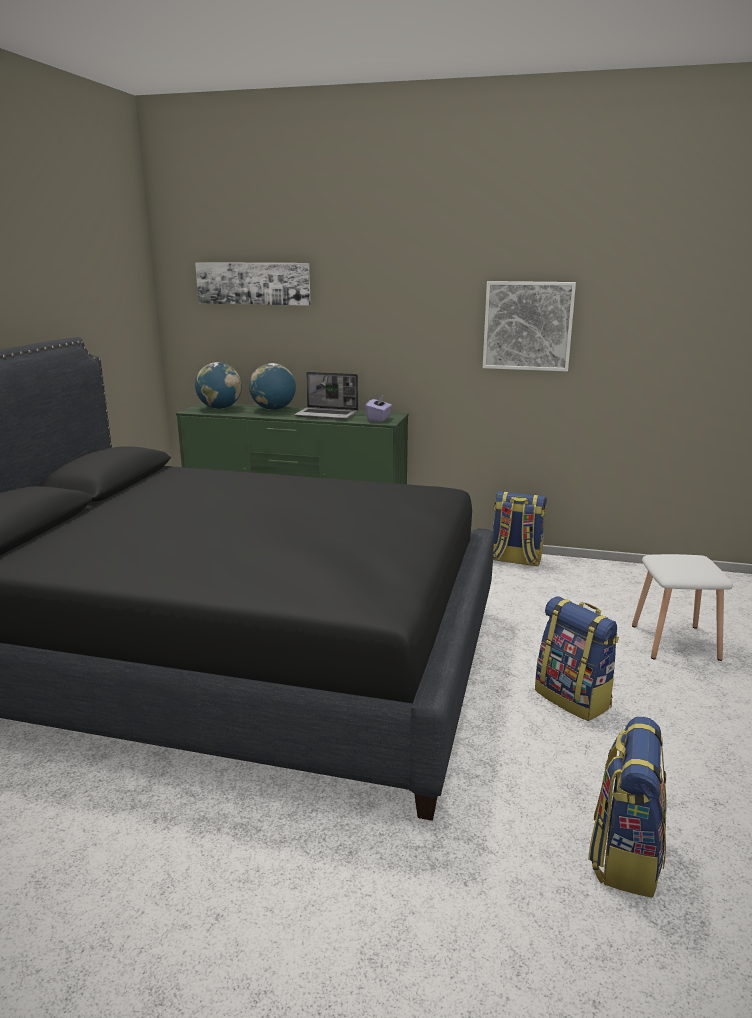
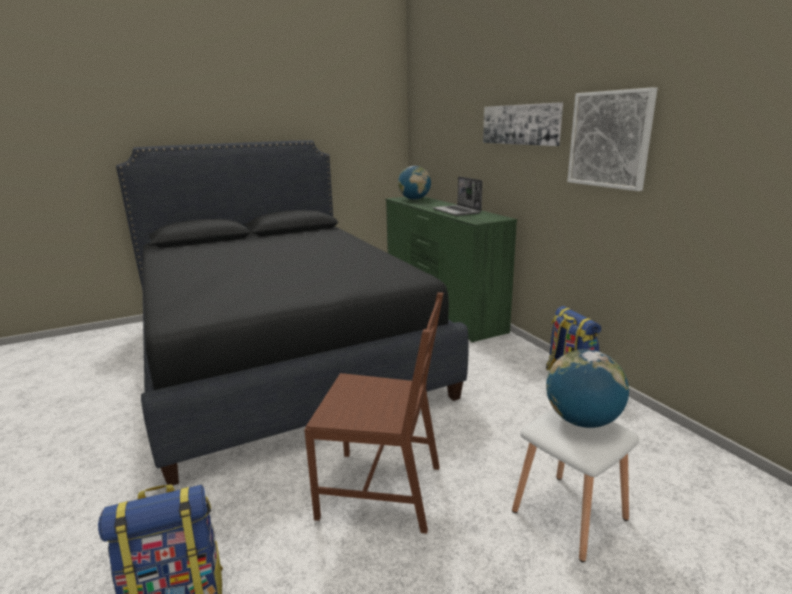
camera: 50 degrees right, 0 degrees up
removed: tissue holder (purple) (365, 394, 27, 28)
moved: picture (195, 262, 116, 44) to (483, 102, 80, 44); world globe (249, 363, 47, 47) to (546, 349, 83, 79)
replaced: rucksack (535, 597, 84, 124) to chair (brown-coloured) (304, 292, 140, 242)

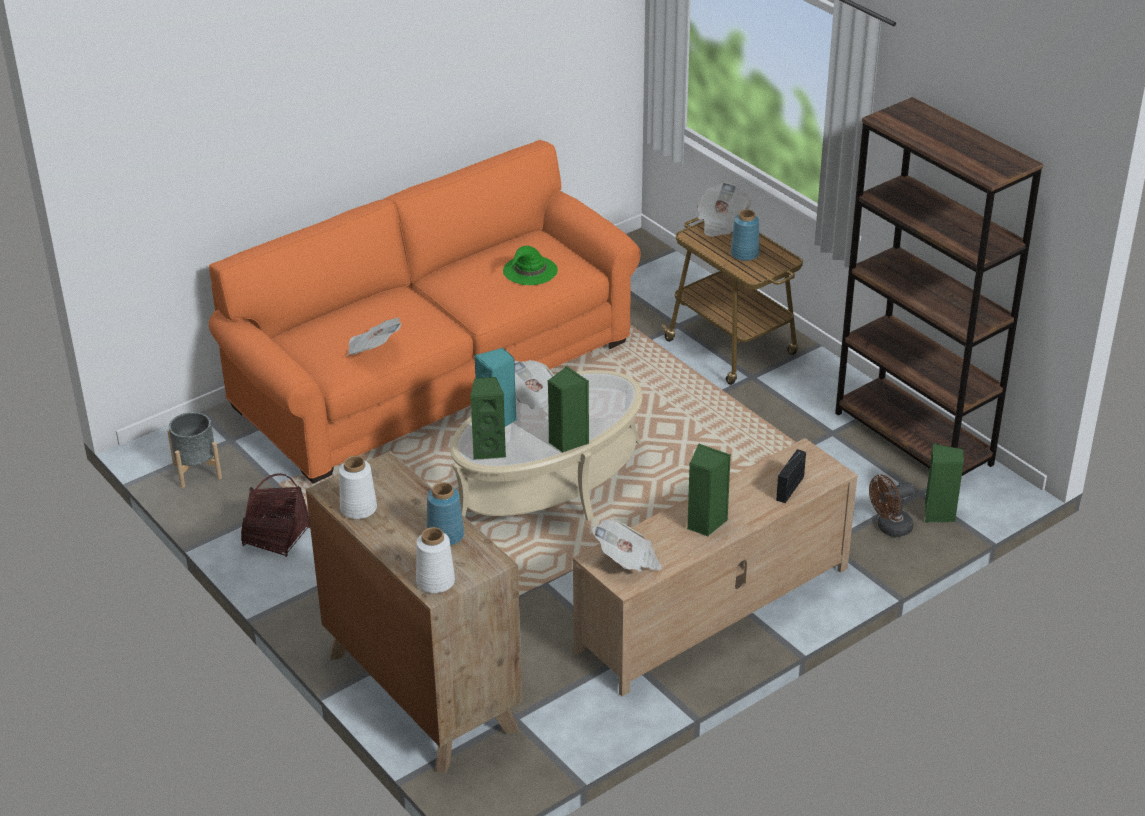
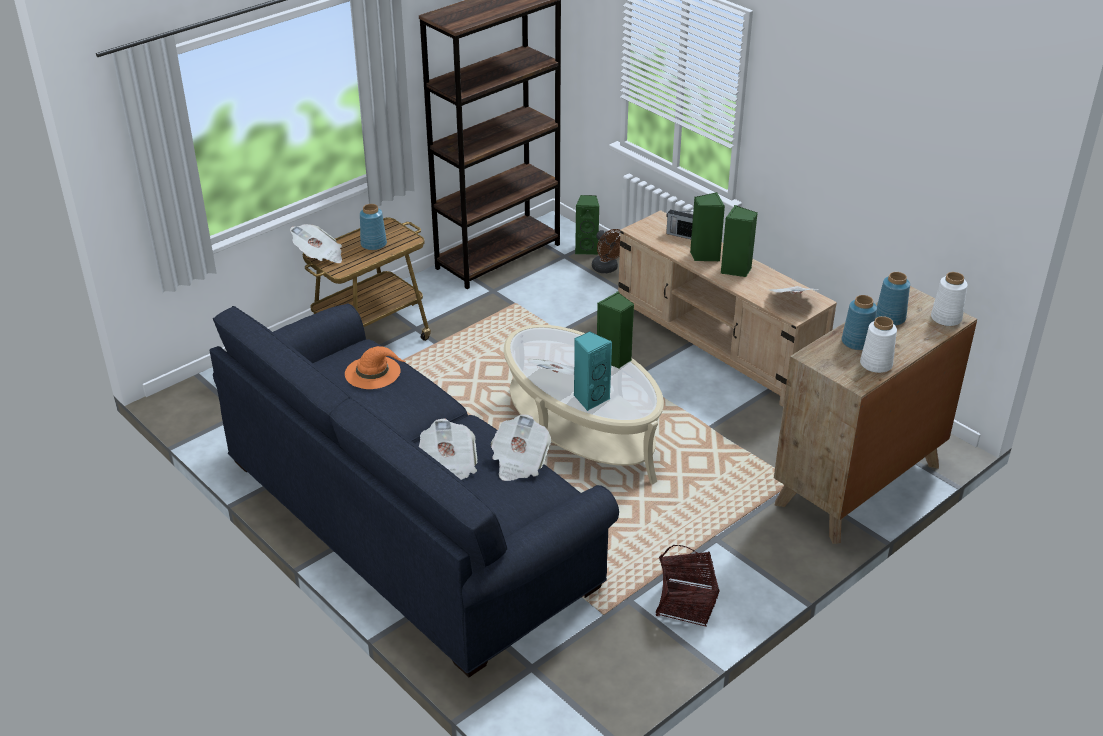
camera: 95 degrees left, 0 degrees up
removed: planter (gray) (167, 412, 55, 76)
added: newspaper (419, 419, 58, 61); vase (blue-coloured) (842, 295, 35, 55)
moved: loudspeaker (greenish) (470, 377, 36, 83) to (690, 192, 35, 70)
recoloured: settee (orange) (209, 140, 432, 344) to settee (blue-coloured) (210, 303, 409, 374); wearable hat (greenish) (503, 246, 55, 39) to wearable hat (orange) (345, 346, 61, 43)

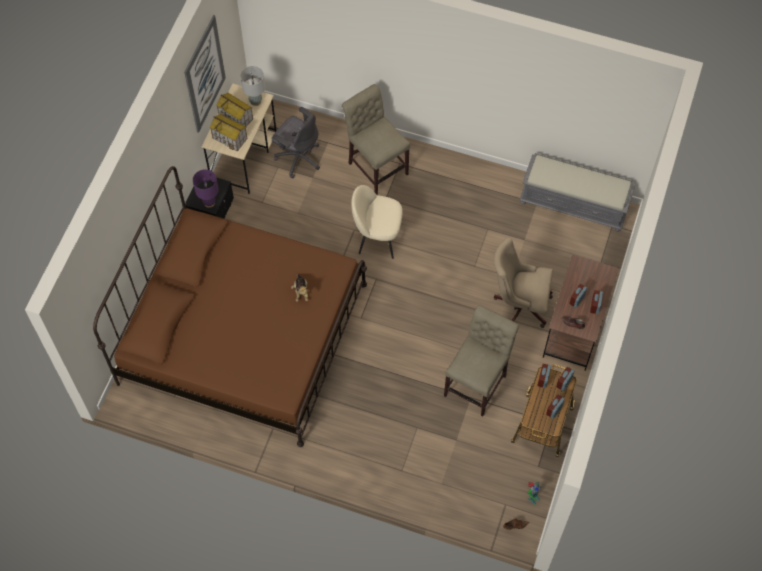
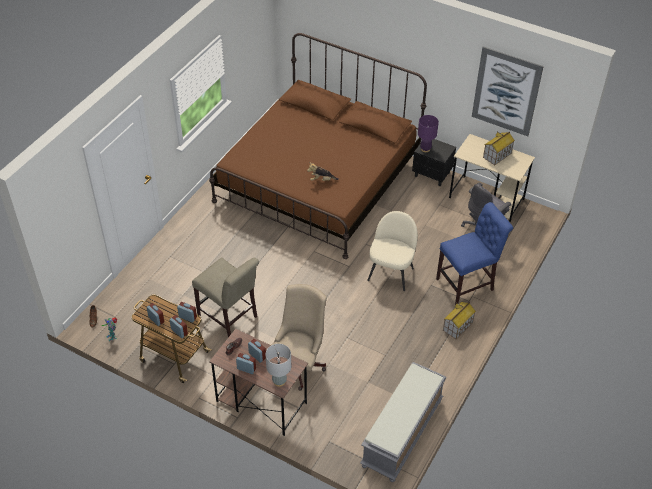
camera: 100 degrees right, 15 degrees down
moved: lamp for a table (gray) (240, 66, 25, 40) to (266, 344, 25, 43); toy house (210, 114, 37, 38) to (443, 302, 33, 37)
recoloured: chair (beige-coloured) (342, 84, 68, 111) to chair (blue-coloured) (436, 202, 77, 103)

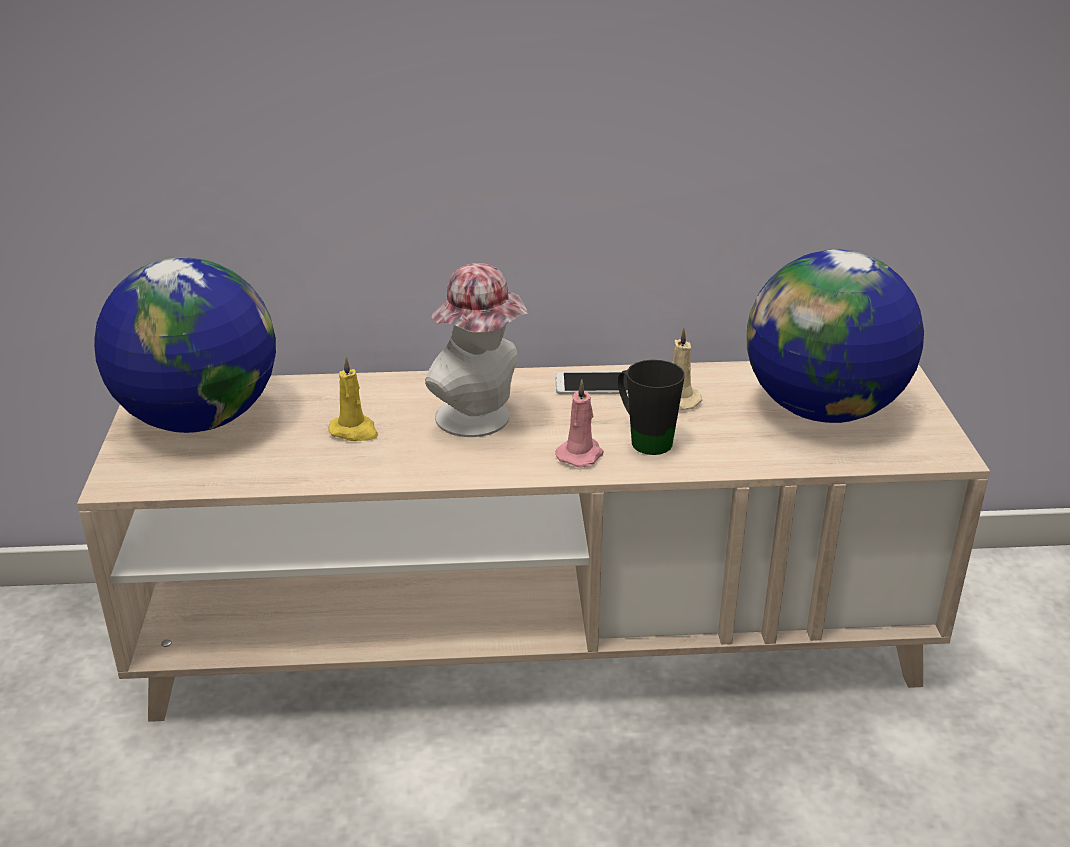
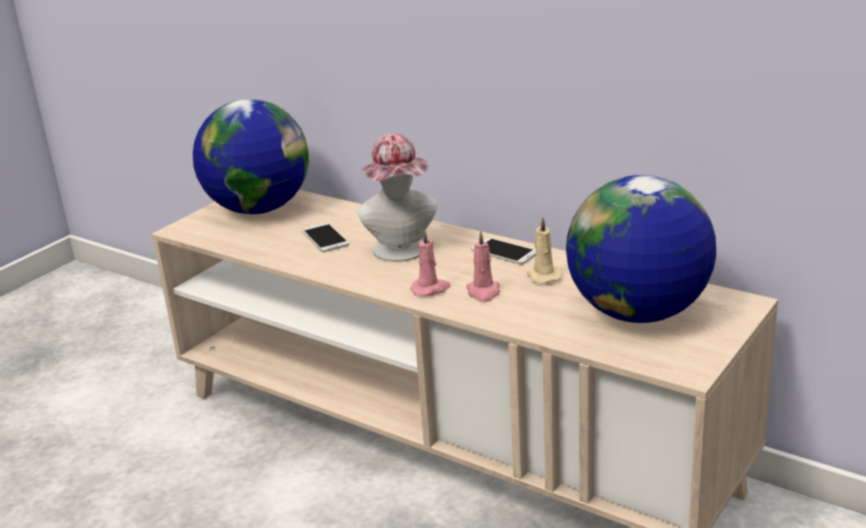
camera: 40 degrees right, 5 degrees down
replaced: candle (yellow) (328, 357, 50, 84) to telephone (302, 222, 47, 30); coffee mug (black) (618, 360, 67, 95) to candle (pinkish) (466, 231, 34, 71)

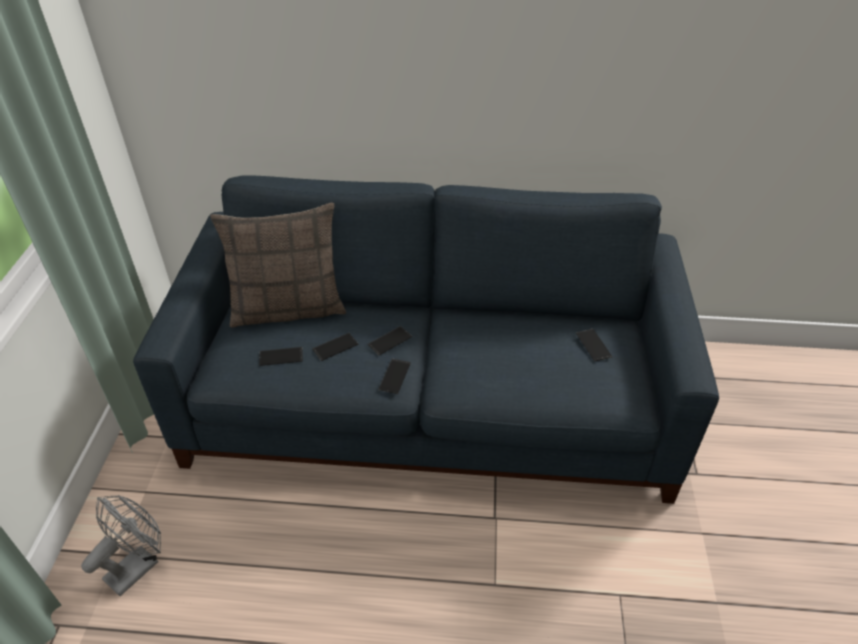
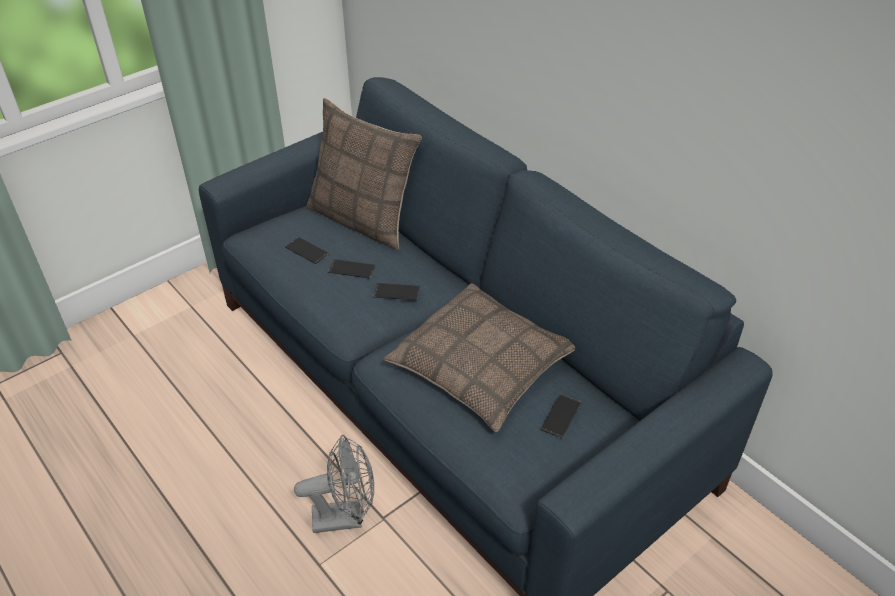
camera: 45 degrees right, 0 degrees up
removed: telephone (378, 358, 33, 36)
added: cushion (384, 283, 191, 149)
moved: fan (gray) (81, 495, 80, 101) to (294, 435, 80, 98)

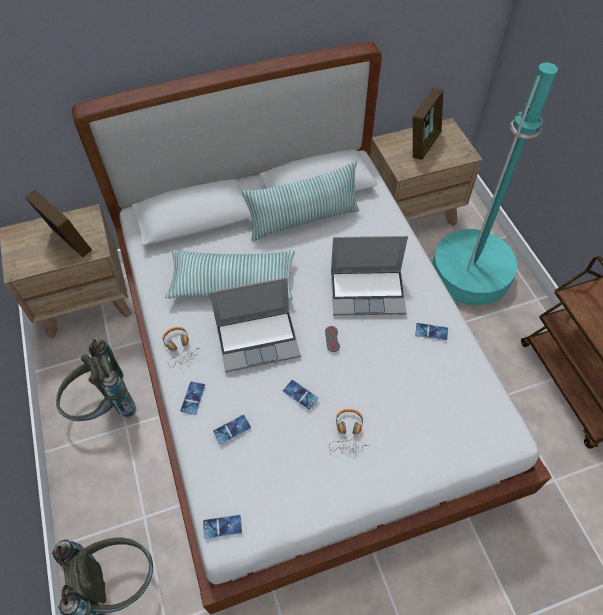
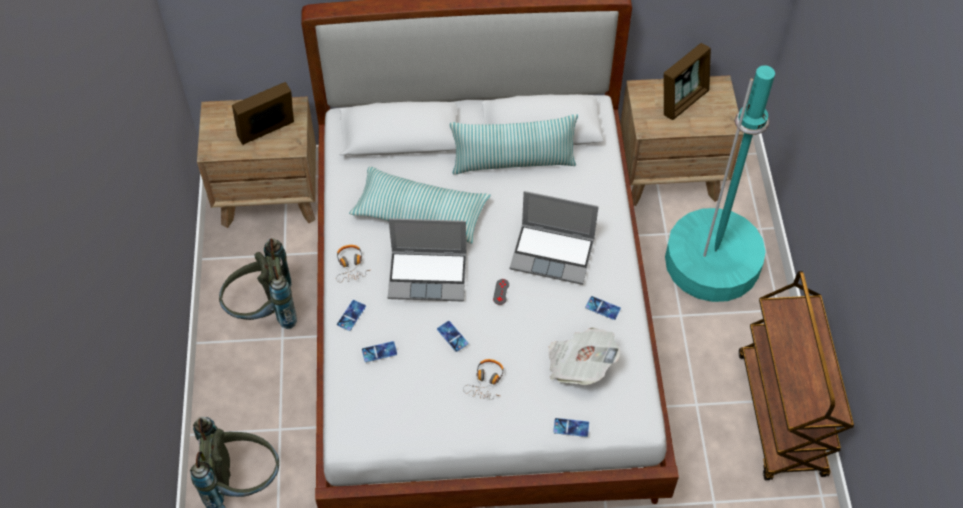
camera: 15 degrees right, 0 degrees up
added: newspaper (548, 327, 72, 58)
moved: telephone (203, 515, 39, 24) to (553, 418, 36, 19)
turned: picture frame (25, 189, 67, 68) = (232, 82, 62, 63) 90 degrees counterclockwise

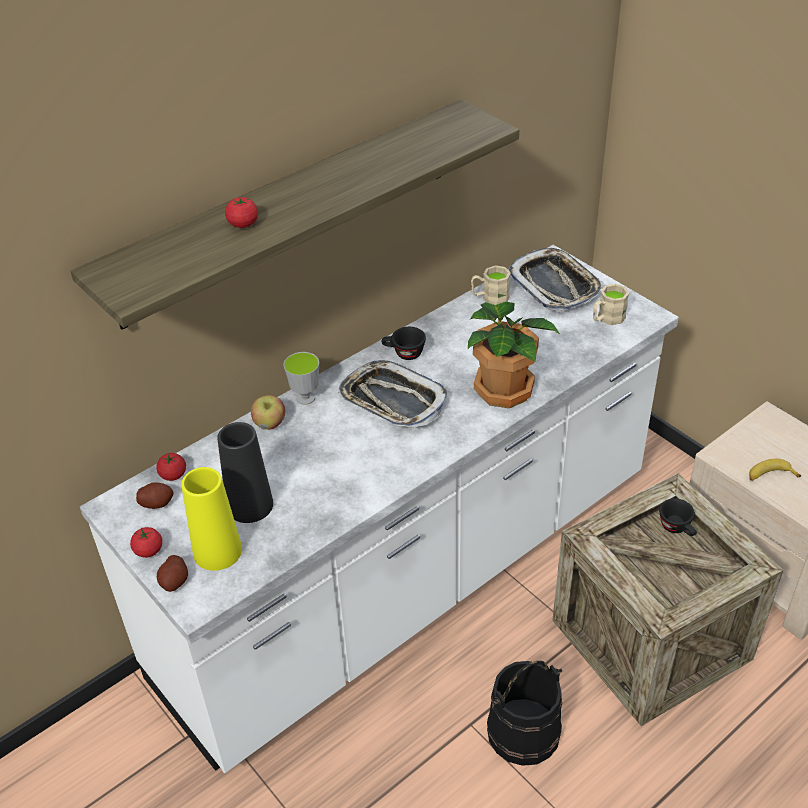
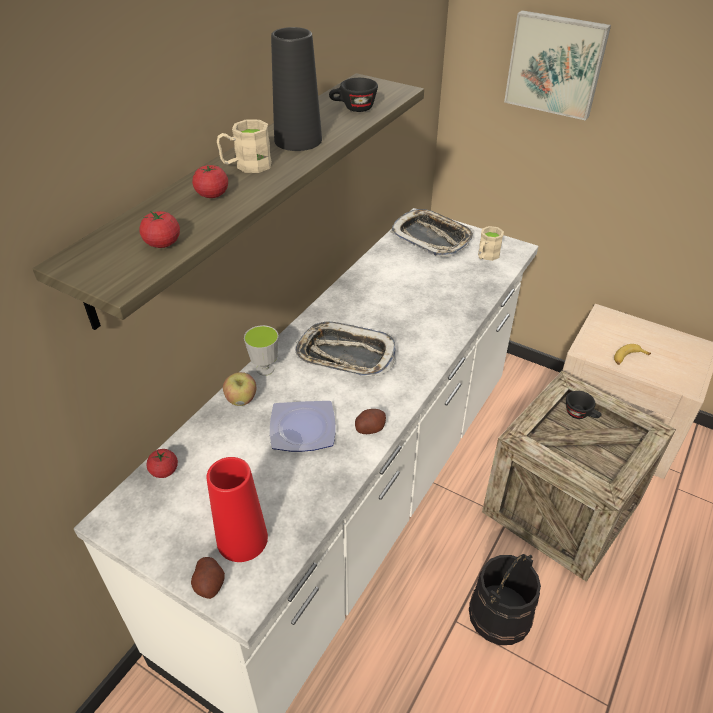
camera: 20 degrees left, 0 degrees up
removed: houseplant (468, 302, 92, 106)
added: flat dish (270, 401, 66, 51); picture (504, 10, 107, 111)
moved: tomato (130, 527, 32, 31) to (139, 211, 41, 37); coffee mug (beige-coloured) (471, 265, 40, 40) to (217, 119, 55, 54); vase (black) (217, 422, 56, 101) to (271, 27, 51, 124); small cup (black) (381, 327, 45, 33) to (329, 78, 49, 34); potato (136, 482, 38, 27) to (355, 409, 31, 25)
recoloured: vase (yellow) (181, 467, 61, 104) to vase (red) (207, 457, 61, 105)

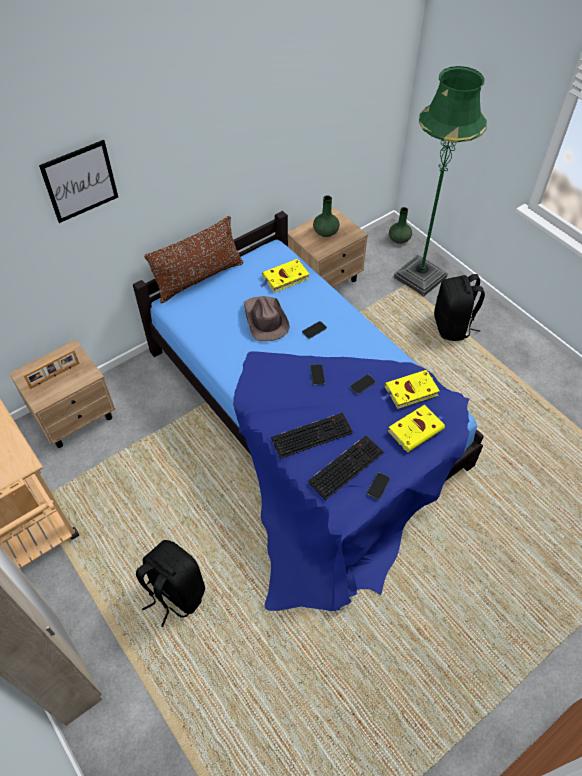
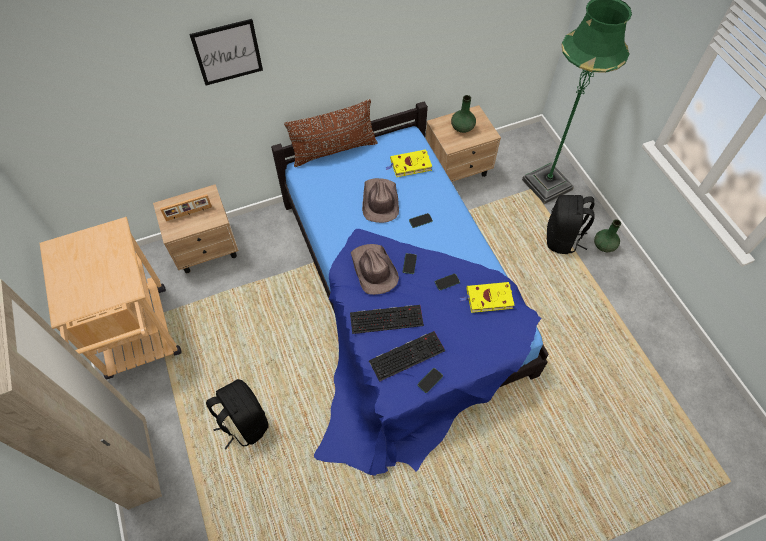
camera: 15 degrees right, 5 degrees up
removed: book (yellow) (388, 405, 57, 47)
added: wearable hat (brown-coloured) (351, 244, 48, 51)
moved: vase (greenish) (389, 207, 23, 37) to (594, 219, 27, 33)

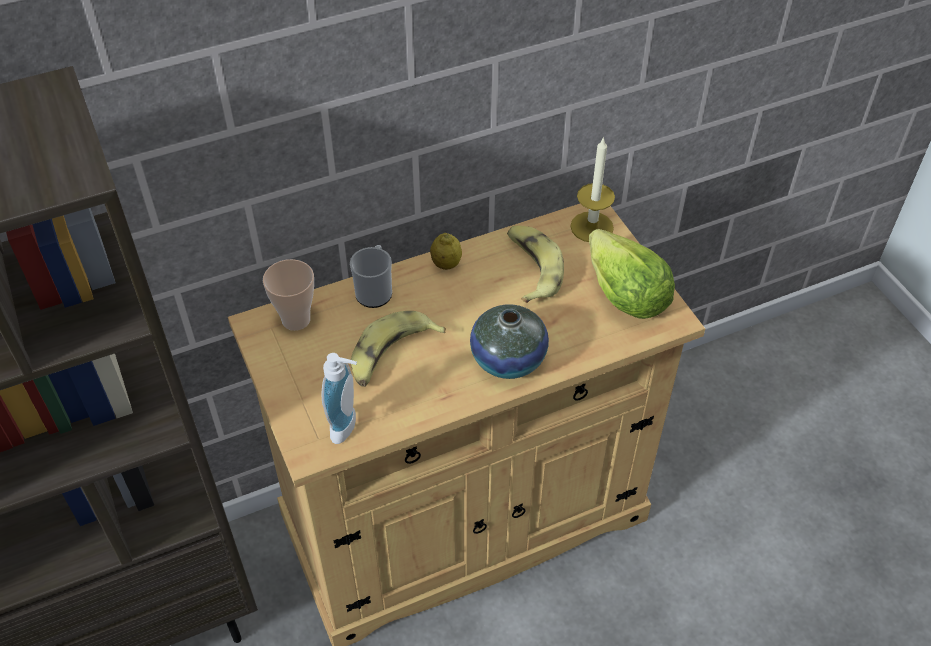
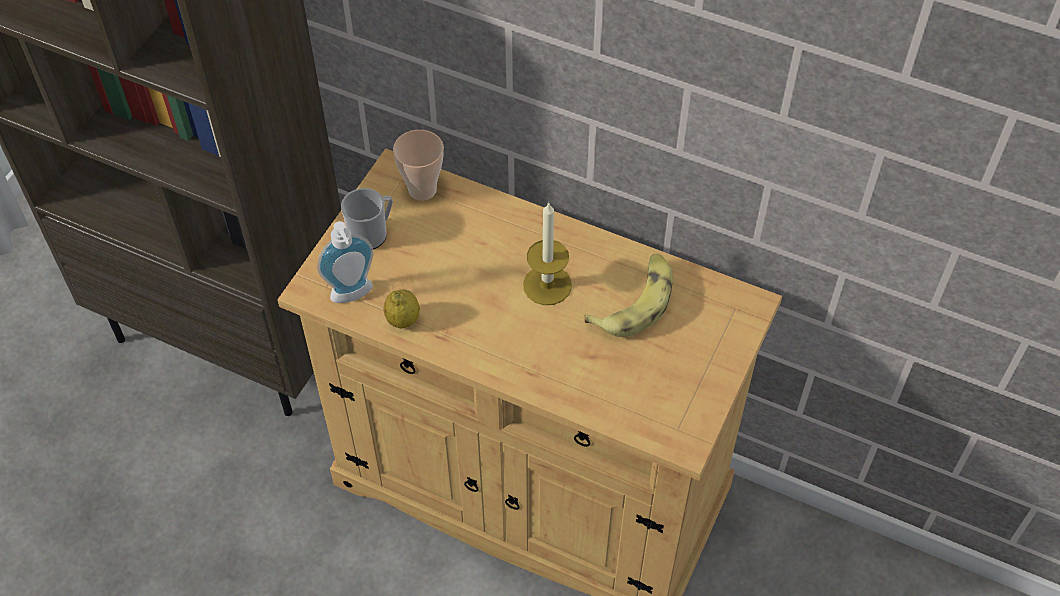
camera: 50 degrees right, 5 degrees up
removed: banana (351, 311, 95, 76); vase (470, 304, 79, 75); head of lettuce (589, 229, 86, 90)
moved: coffee mug (350, 245, 42, 63) to (341, 188, 52, 61); lemon (430, 233, 32, 37) to (384, 289, 36, 39); candle (570, 137, 45, 105) to (523, 202, 49, 103)

